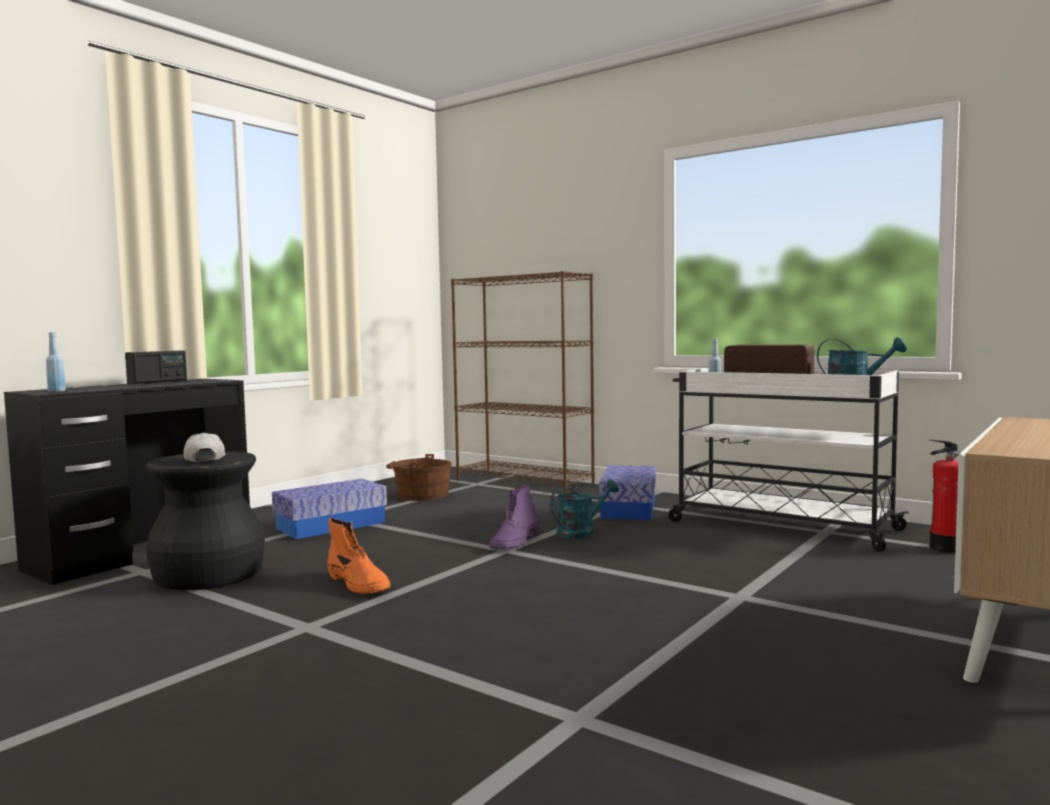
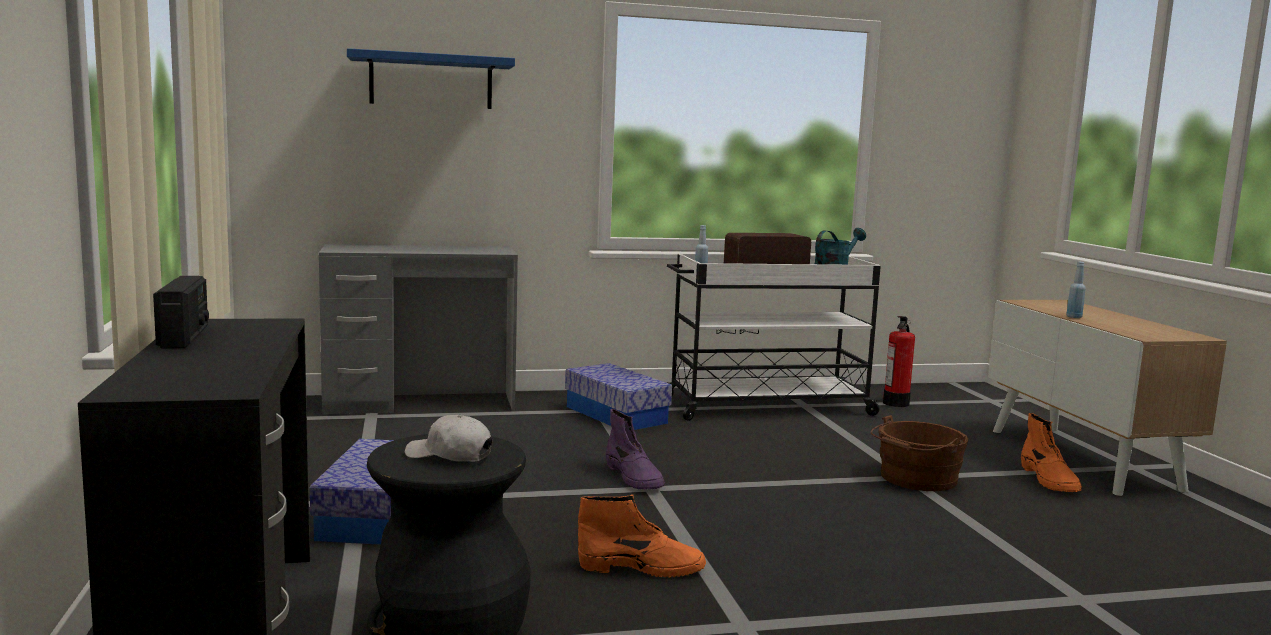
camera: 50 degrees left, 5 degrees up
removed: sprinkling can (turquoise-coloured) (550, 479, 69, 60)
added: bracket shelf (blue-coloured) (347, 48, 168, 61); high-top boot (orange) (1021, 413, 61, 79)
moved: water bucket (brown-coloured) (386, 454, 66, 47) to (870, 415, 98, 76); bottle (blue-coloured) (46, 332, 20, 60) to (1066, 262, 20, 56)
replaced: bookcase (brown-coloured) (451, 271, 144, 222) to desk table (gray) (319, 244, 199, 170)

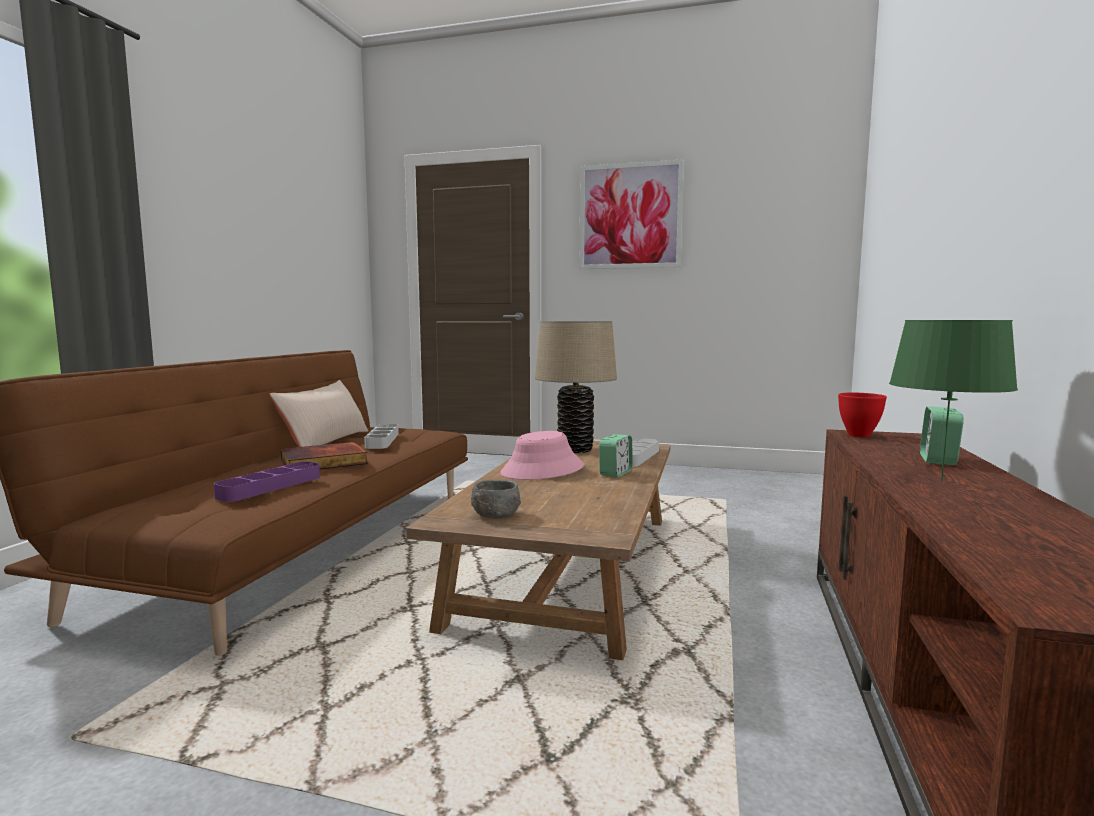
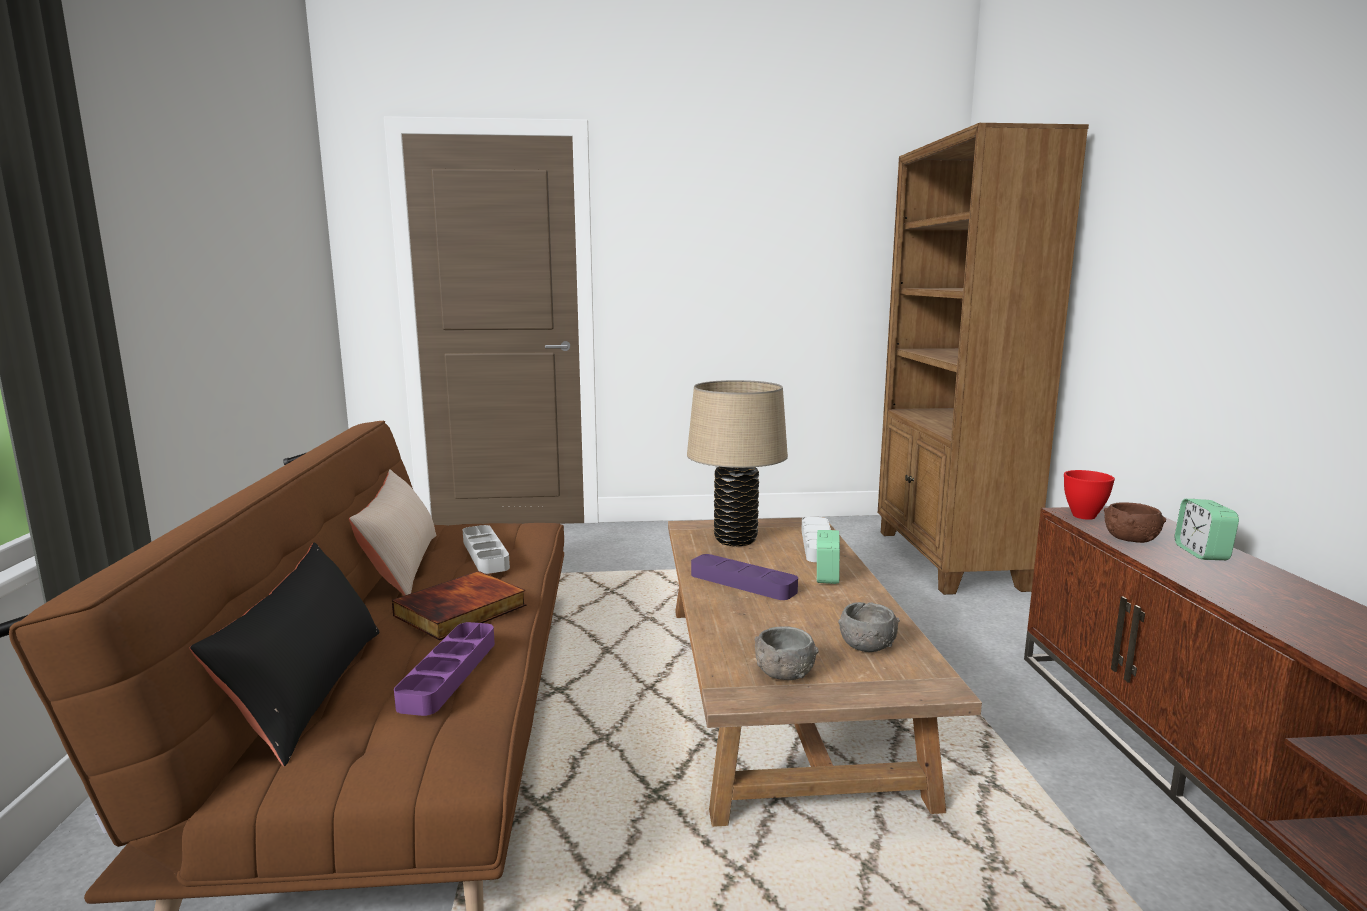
camera: 20 degrees left, 5 degrees up
removed: picture (579, 159, 105, 110); lamp for a table (greenish) (889, 320, 129, 162)
added: cushion (black) (189, 542, 191, 225); deep dish (gray) (838, 602, 62, 50); bookcase (brown-coloured) (878, 123, 211, 472); deep dish (brown-coloured) (1104, 502, 62, 41)
replaced: wearable hat (pinkish) (500, 431, 84, 49) to tray (purple) (691, 554, 107, 46)

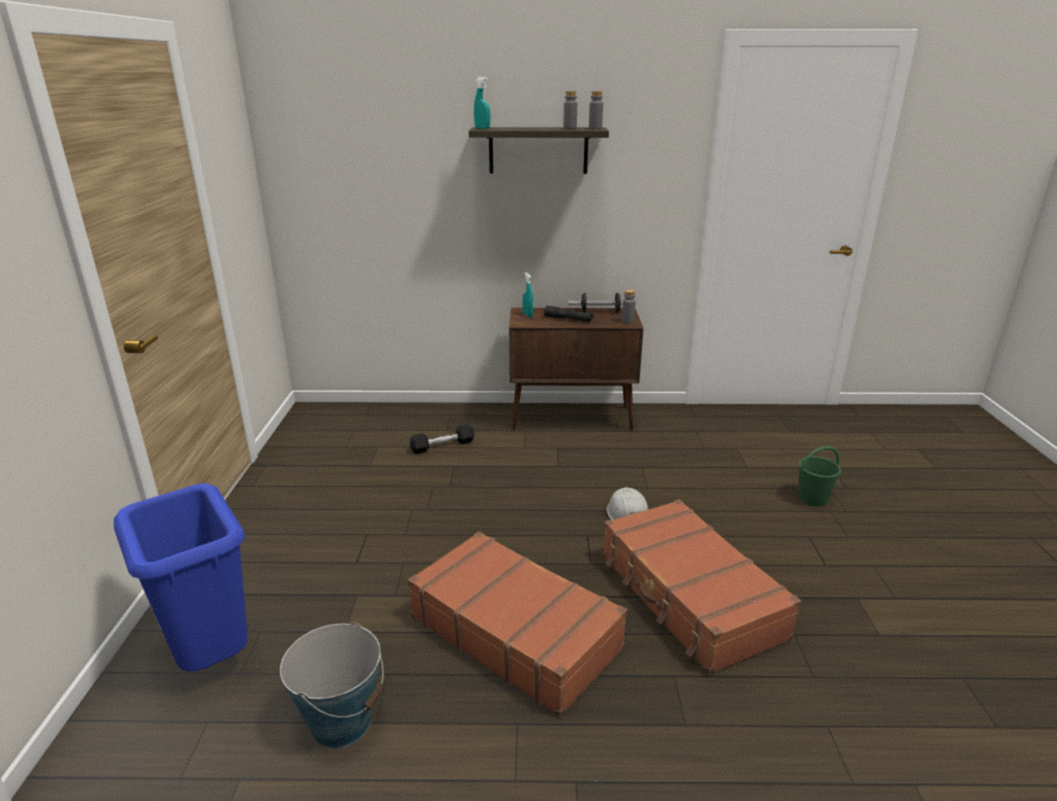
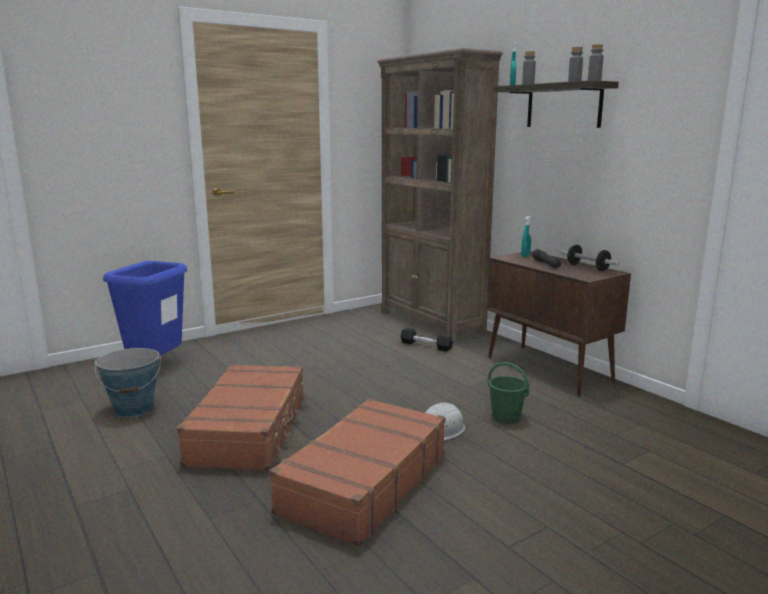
camera: 55 degrees right, 10 degrees down
added: bookcase (brown-coloured) (377, 48, 126, 294)
moved: water bucket (greenish) (798, 446, 43, 61) to (488, 362, 41, 62); bottle (gray) (622, 290, 14, 34) to (522, 51, 14, 34)

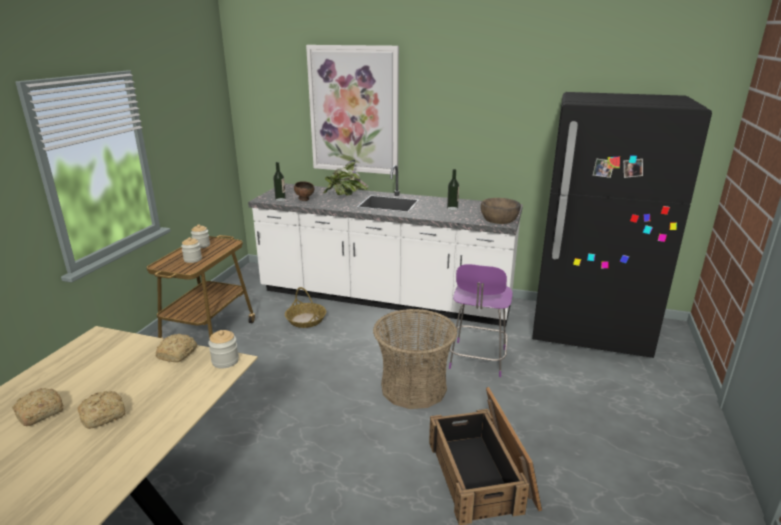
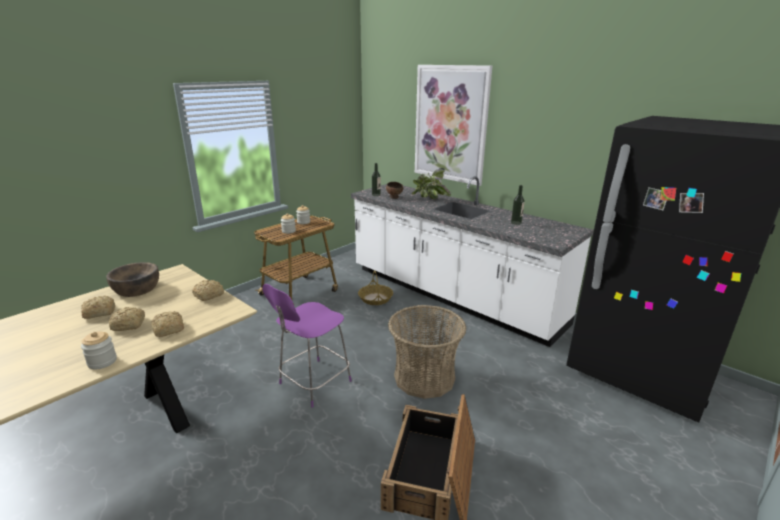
camera: 25 degrees right, 0 degrees up
added: baked bread (152, 311, 32, 26)
moved: jar (208, 330, 31, 38) to (81, 331, 36, 39); deep dish (brown-coloured) (481, 198, 40, 26) to (106, 262, 53, 35); chair (purple) (449, 264, 64, 113) to (262, 284, 90, 123)

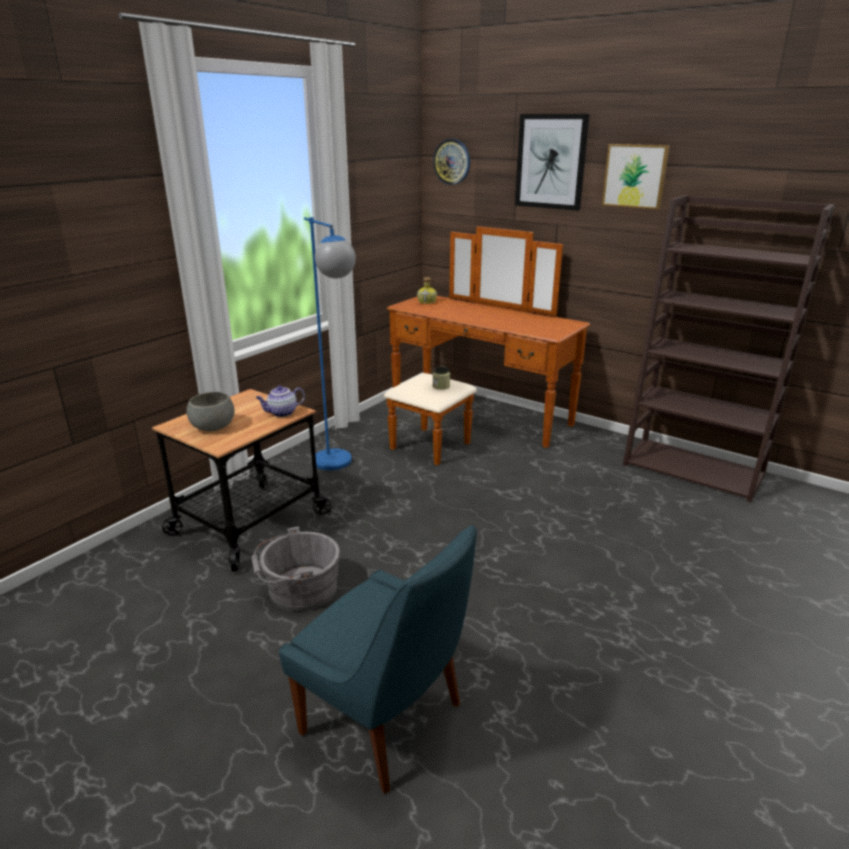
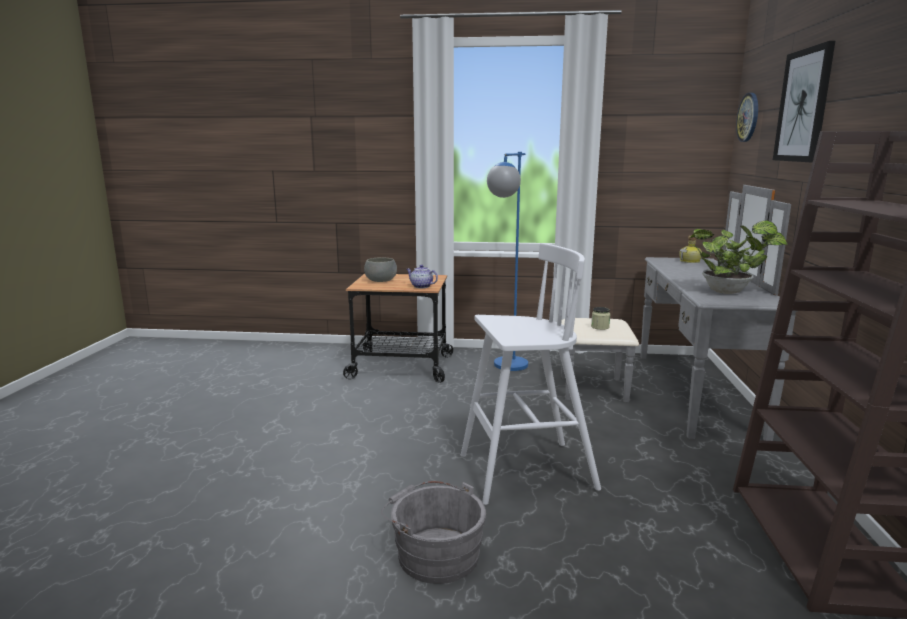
camera: 60 degrees right, 10 degrees down
removed: chair (blue-coloured) (279, 525, 198, 269); picture (602, 144, 68, 65)
added: stool (whitish) (461, 243, 140, 262); houseplant (689, 220, 99, 74)
moved: water bucket (gray) (251, 526, 89, 86) to (381, 481, 105, 103)
recoloured: drawer chest (brown-coloured) (384, 226, 206, 239) to drawer chest (gray) (561, 185, 237, 256)

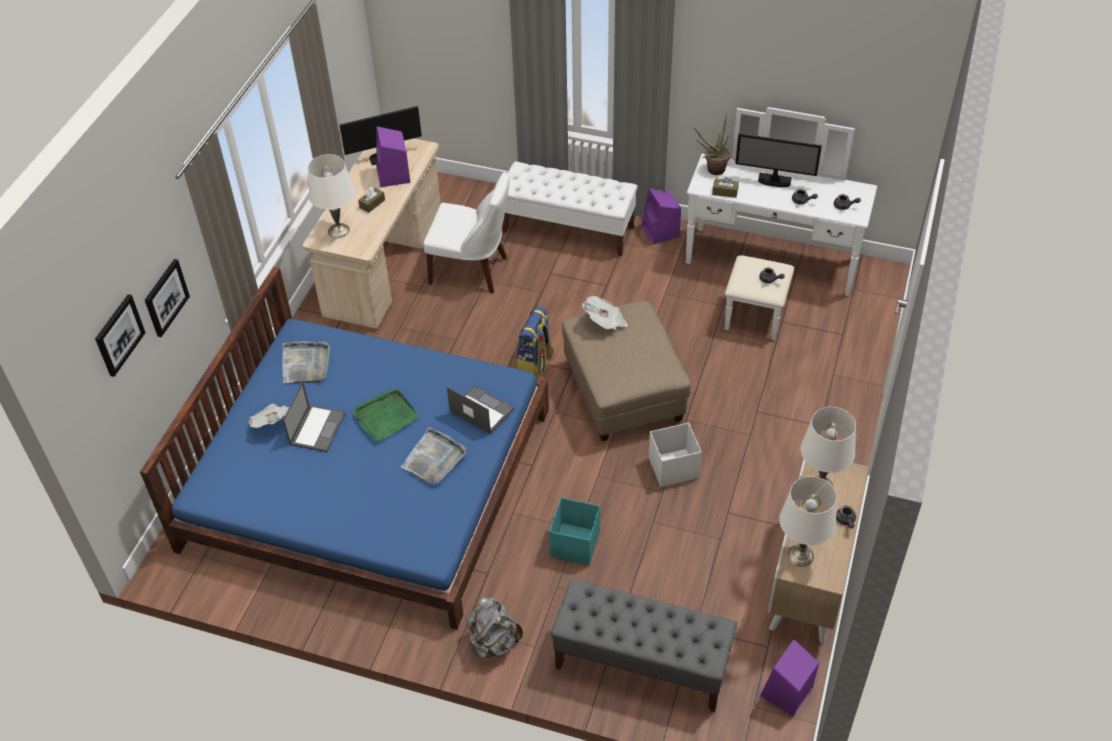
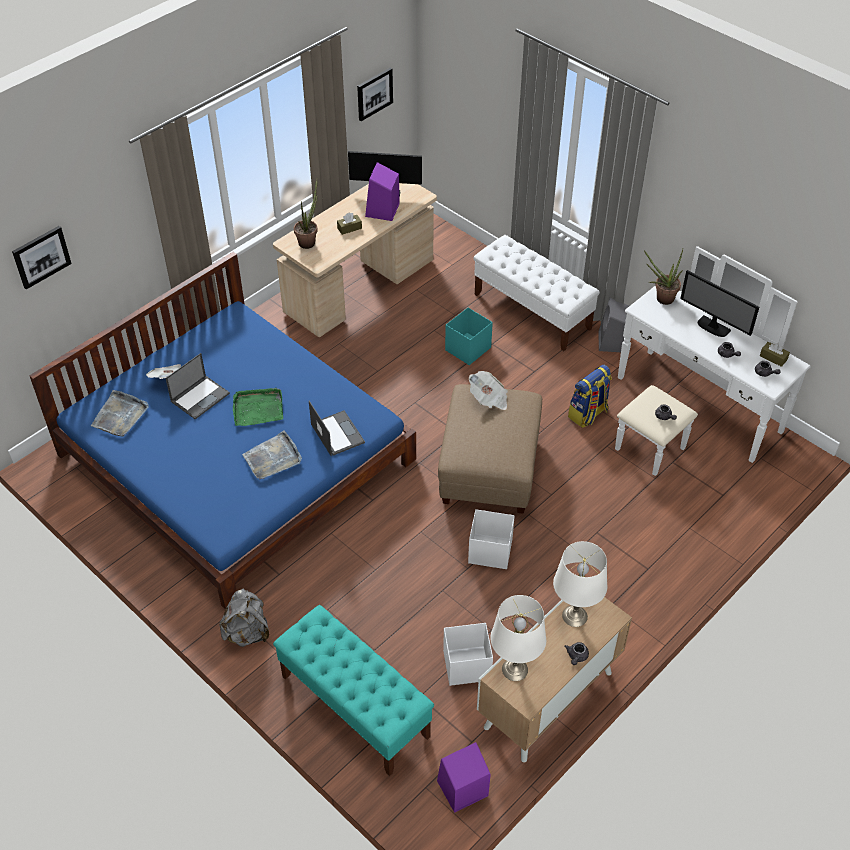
camera: 25 degrees right, 0 degrees up
removed: chair (whitish) (423, 172, 87, 121)
added: storage box (whitish) (443, 623, 50, 63)
moved: tray (gray) (282, 341, 49, 42) to (91, 390, 58, 47); picture (145, 259, 45, 78) to (357, 68, 36, 53); storage box (turquoise-coloured) (549, 497, 51, 68) to (445, 308, 48, 57); rucksack (516, 306, 38, 71) to (568, 365, 44, 63); tissue holder (brown-coloured) (712, 177, 27, 21) to (760, 342, 30, 25)
replaced: lamp for a table (whitish) (308, 154, 47, 84) to houseplant (294, 179, 24, 70)
recoloured: indoor bench (gray) (551, 579, 186, 133) to indoor bench (turquoise-coloured) (273, 605, 161, 171); loudspeaker (purple) (641, 188, 40, 57) to loudspeaker (gray) (599, 298, 30, 54)

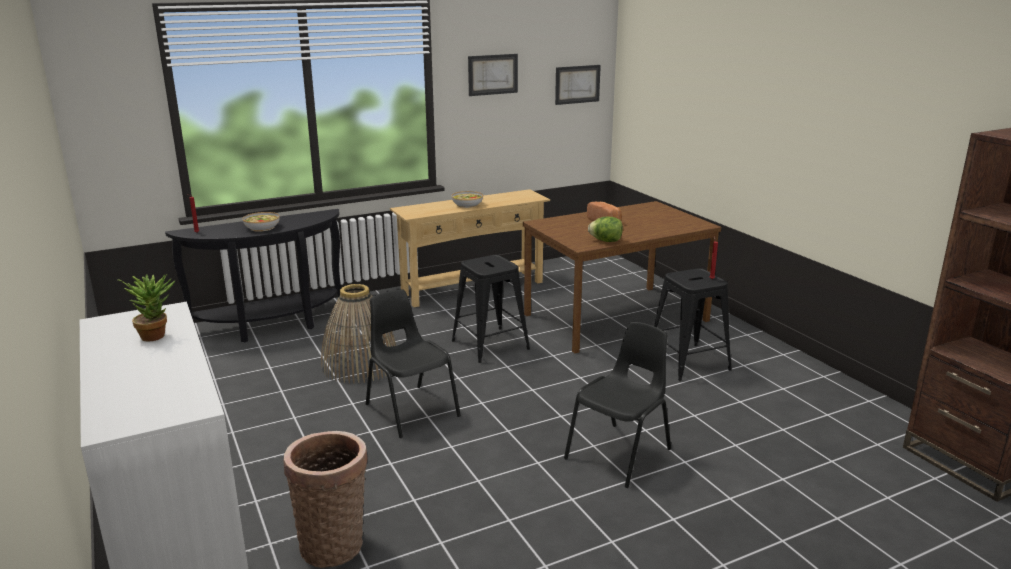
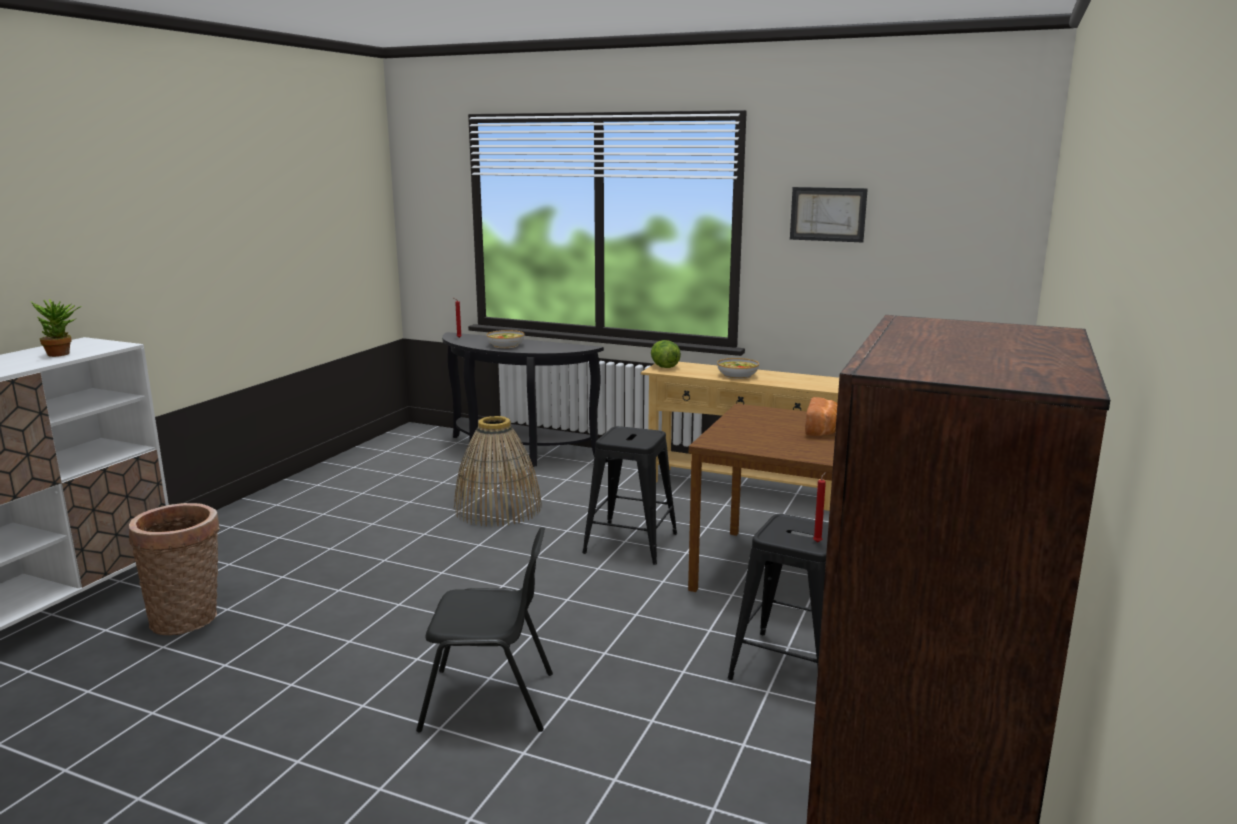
camera: 50 degrees right, 5 degrees down
removed: chair (black) (366, 290, 95, 148); picture (555, 65, 46, 40)
moved: head of lettuce (588, 217, 35, 25) to (651, 340, 30, 28)

